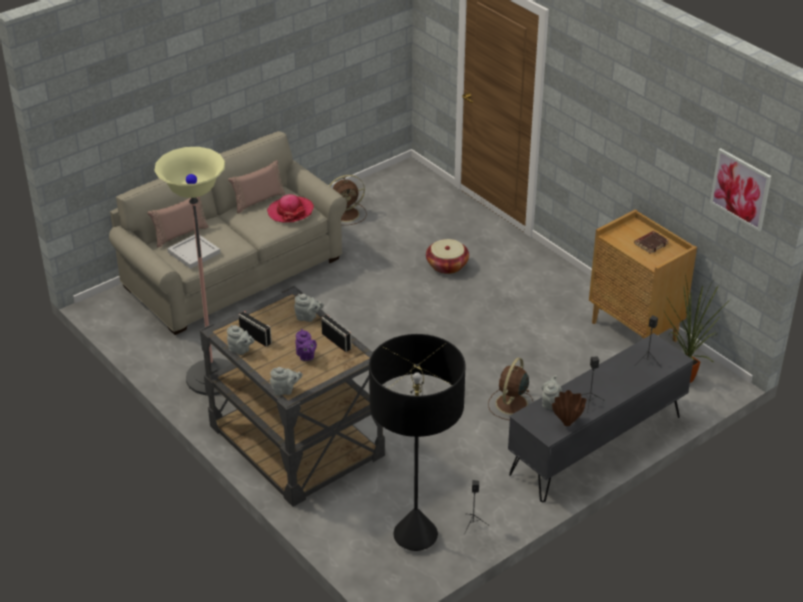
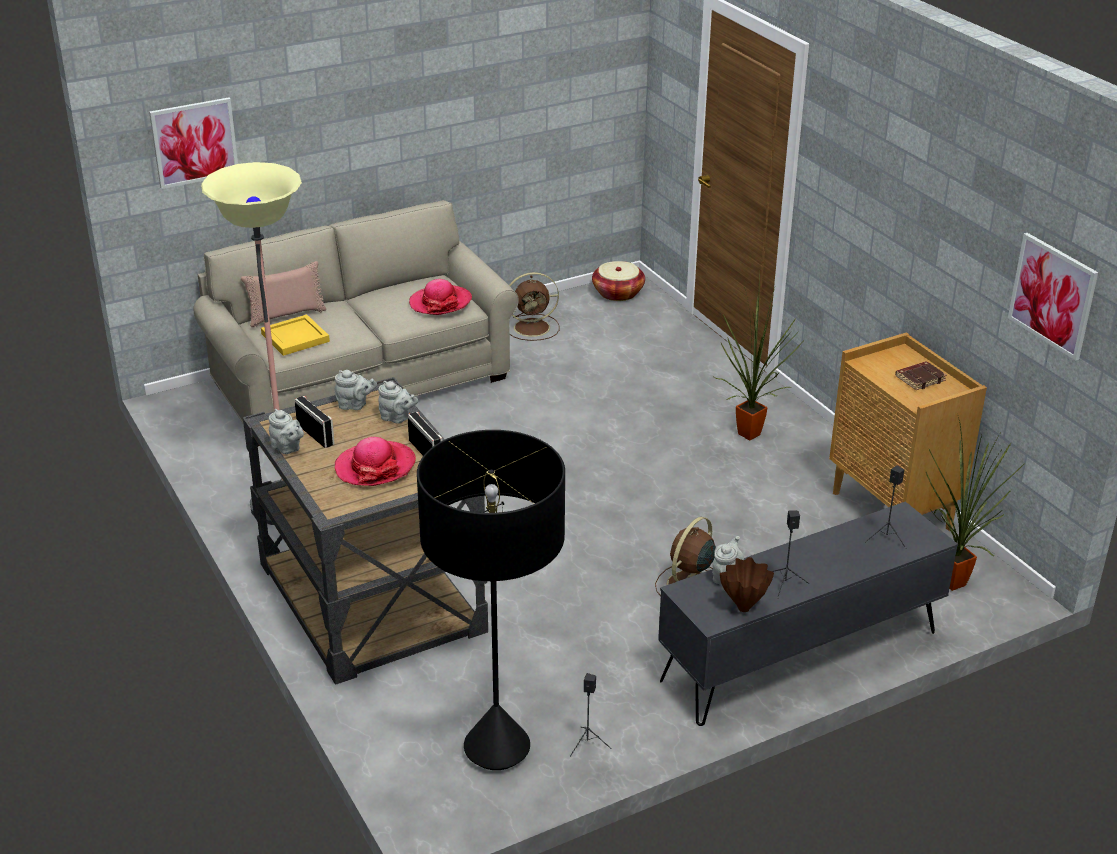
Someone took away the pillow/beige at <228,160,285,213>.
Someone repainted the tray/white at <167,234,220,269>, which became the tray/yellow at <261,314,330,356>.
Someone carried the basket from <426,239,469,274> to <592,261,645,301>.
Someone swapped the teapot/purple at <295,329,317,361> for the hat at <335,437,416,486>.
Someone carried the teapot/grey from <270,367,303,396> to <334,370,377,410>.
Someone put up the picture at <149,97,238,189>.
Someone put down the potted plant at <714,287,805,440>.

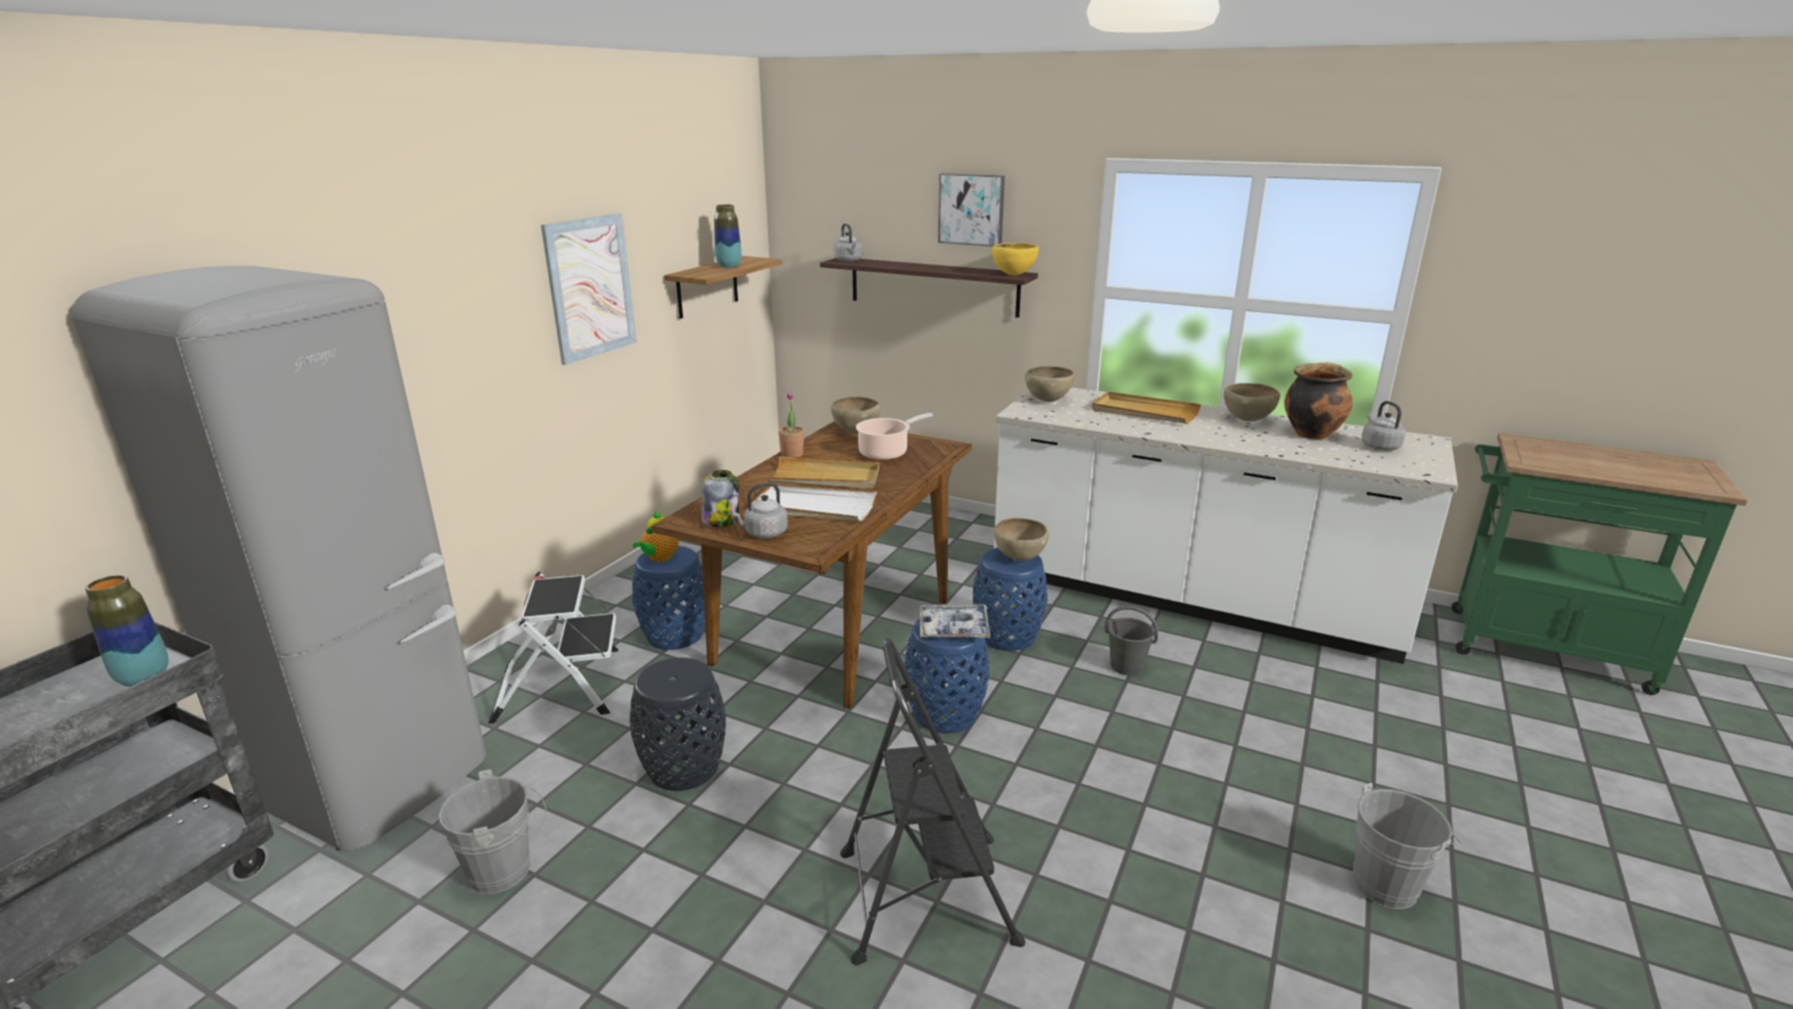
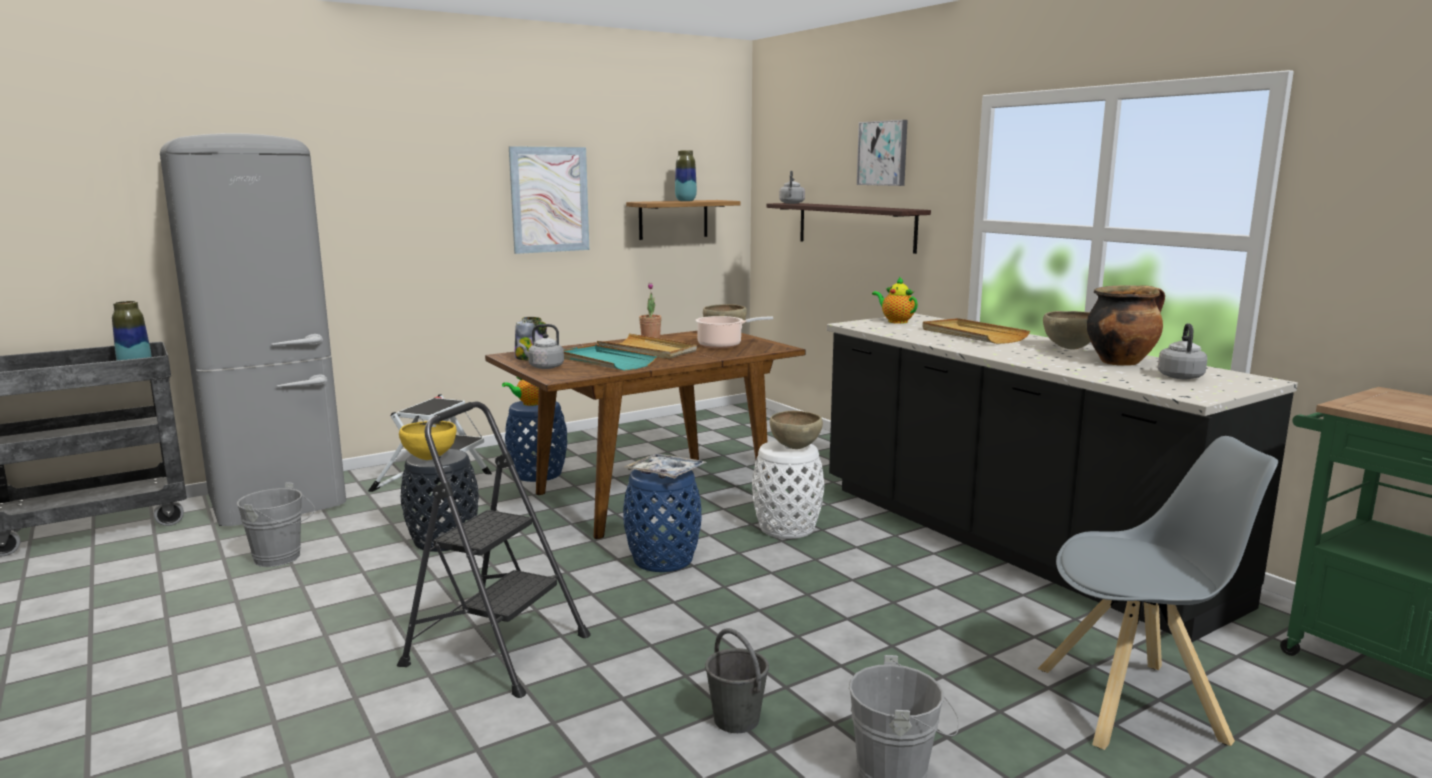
Someone carried the bowl/yellow from <991,243,1039,276> to <399,421,457,460>.
Someone swapped the bowl/brown at <1025,366,1075,402> for the teapot at <872,276,918,324>.
Someone repainted the counter/white at <994,387,1458,664>, which became the counter/black at <827,313,1298,642>.
Someone repainted the tray/white at <751,484,877,521>, which became the tray/turquoise at <564,344,657,371>.
Someone repainted the stool/blue at <973,548,1048,651>, which became the stool/white at <752,440,824,539>.
Someone carried the bucket/grey from <1104,606,1158,676> to <705,628,769,733>.
Someone put down the chair/grey at <1038,436,1278,750>.

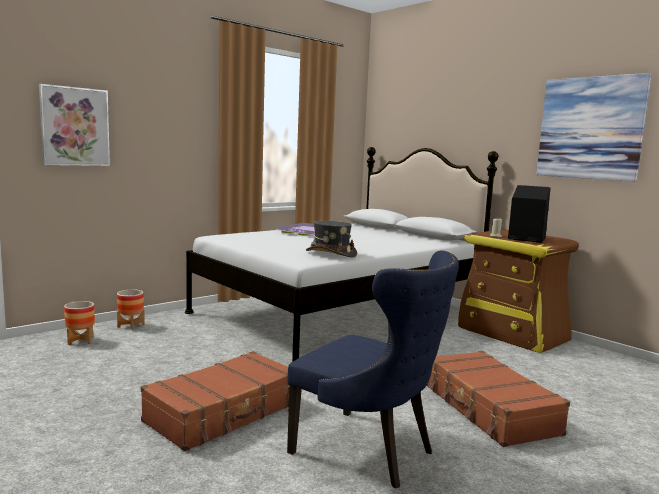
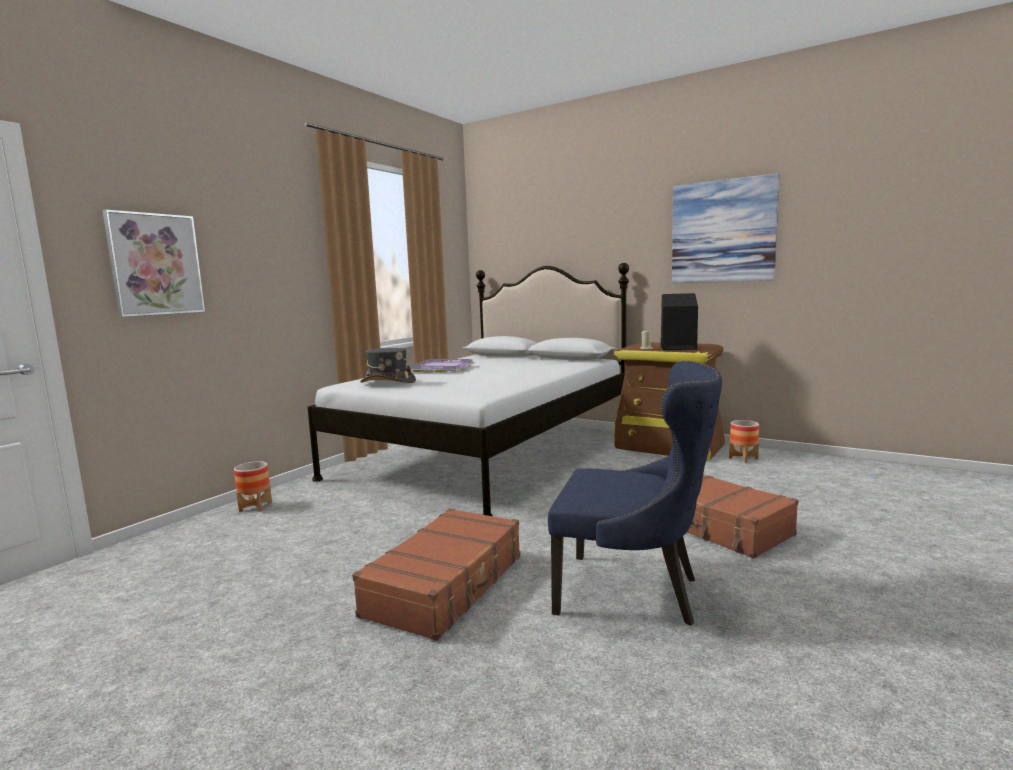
Someone carried the hat/grey from <306,221,357,258> to <360,348,416,383>.
Someone carried the planter from <64,301,95,345> to <729,420,759,463>.

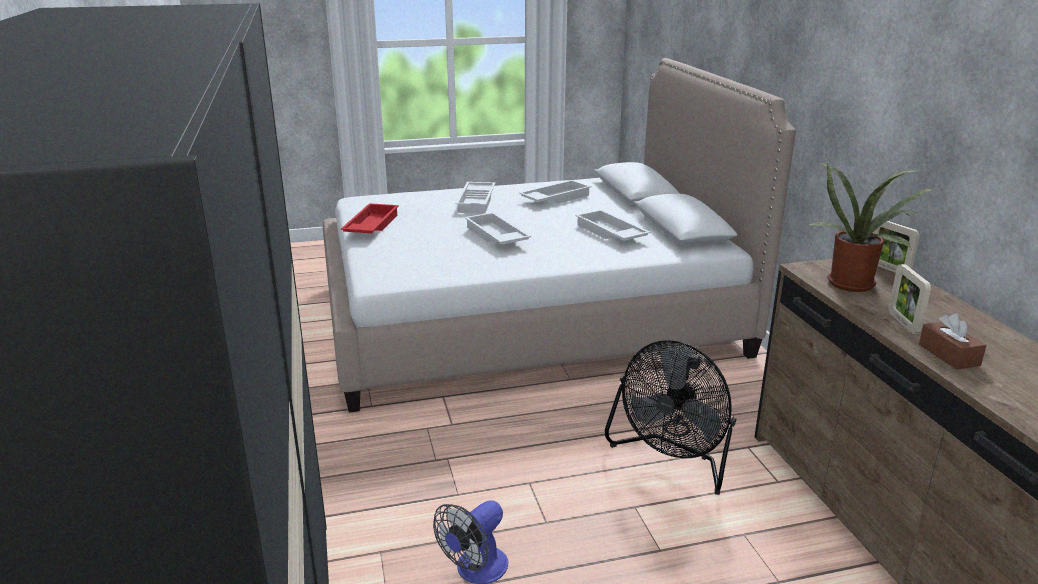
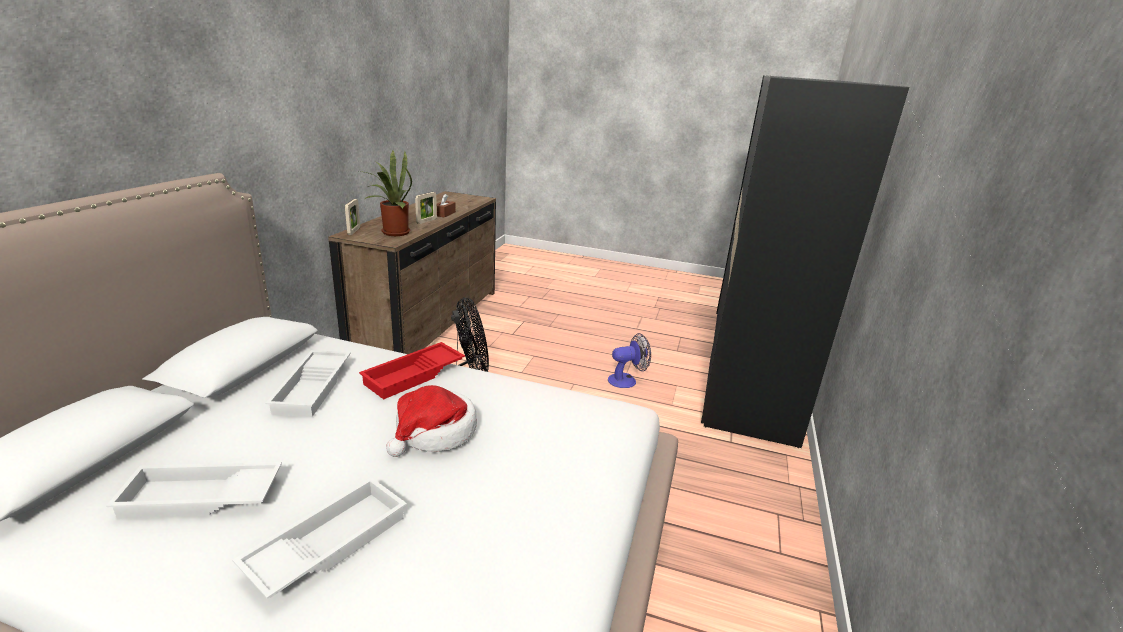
Someone carried the tray/red from <341,203,399,233> to <359,342,465,399>.
Someone swapped the tray/white at <465,212,531,244> for the hat at <386,385,477,457>.

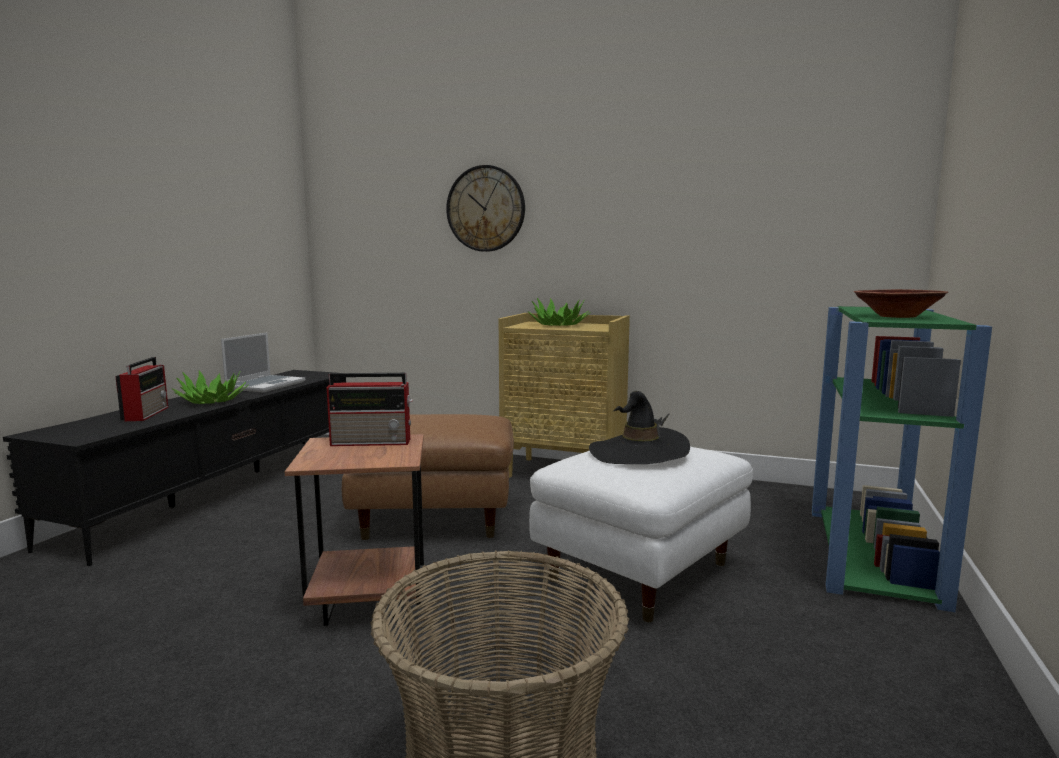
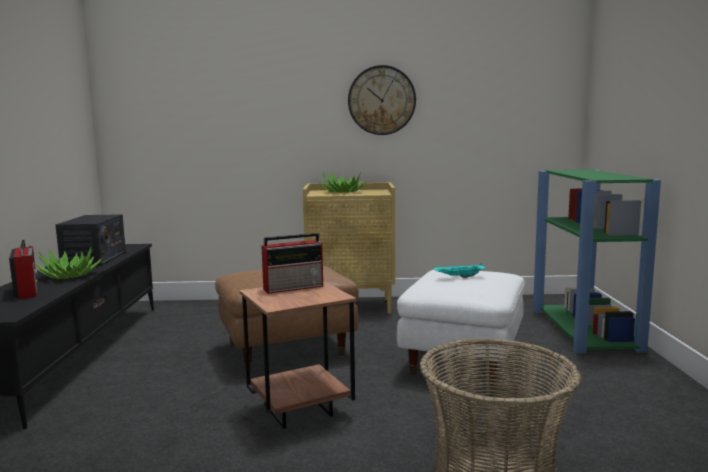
Someone carried the wall clock from <446,165,525,252> to <348,65,416,135>.
Someone took away the bowl/brown at <854,289,948,318>.
Someone swapped the laptop at <221,333,305,393> for the radio at <55,214,126,266>.
Someone swapped the hat/black at <589,391,690,464> for the tray/turquoise at <433,263,486,278>.

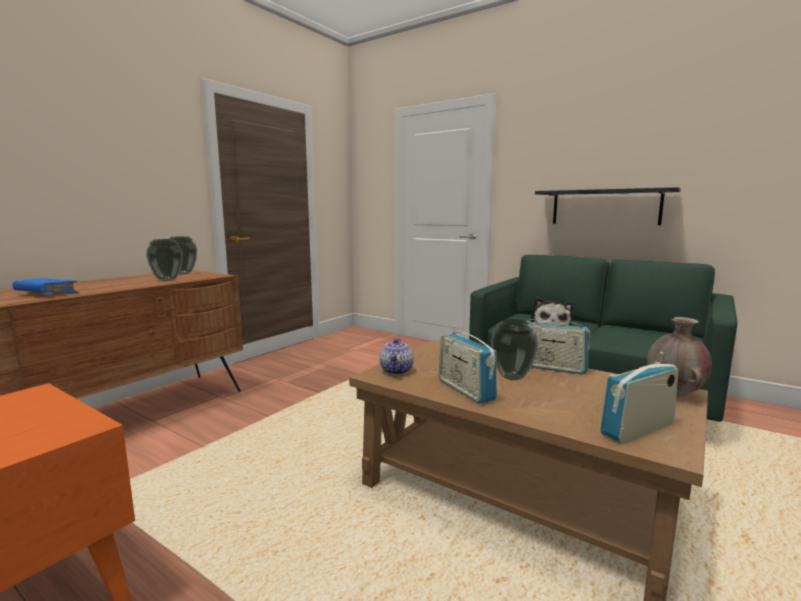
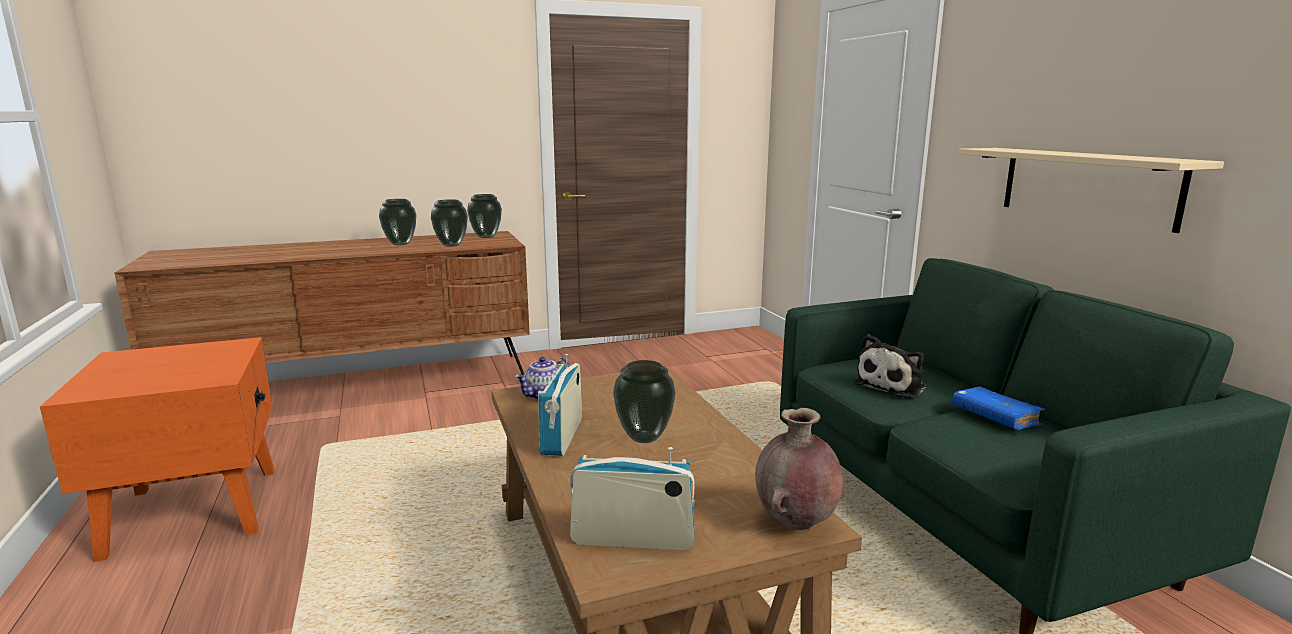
Someone repainted the shelf/black at <535,187,681,225>, which became the shelf/beige at <958,148,1224,233>.
Someone carried the book/blue from <12,279,78,294> to <952,387,1045,430>.
Someone took away the radio at <527,313,590,375>.
Someone put down the vase at <379,199,416,245>.

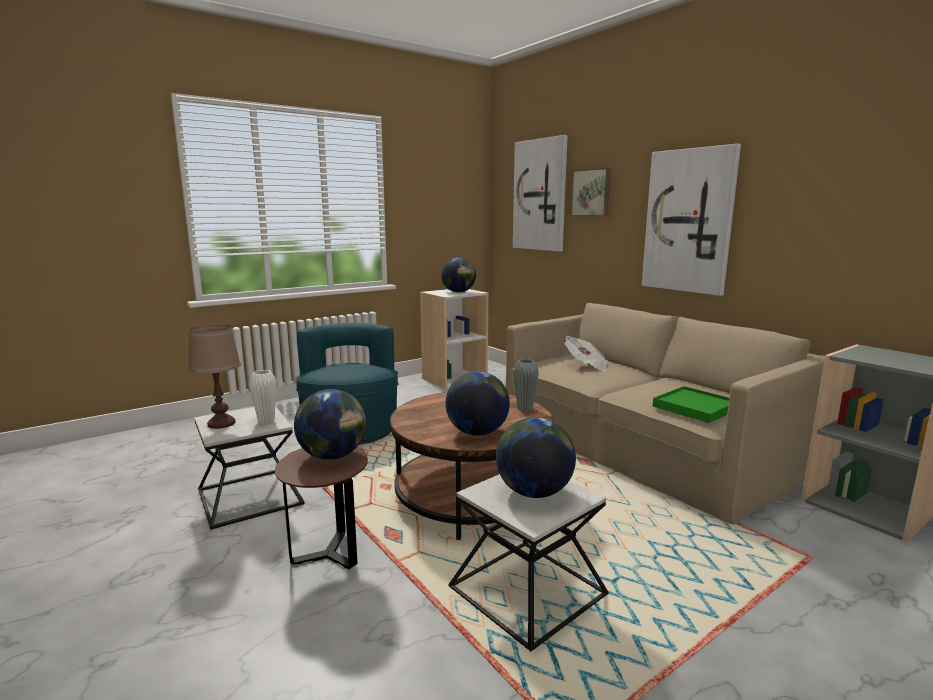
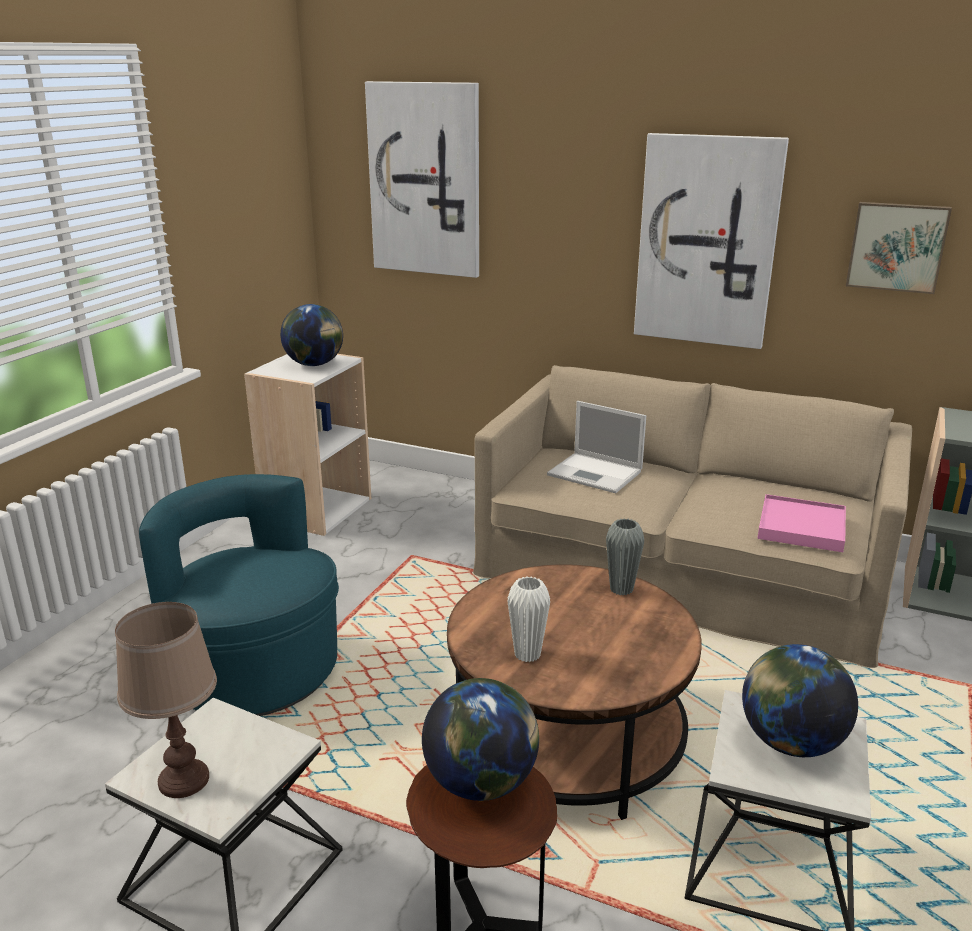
Someone carried the picture from <570,168,611,216> to <846,202,952,294>.
Someone swapped the newspaper at <564,336,609,371> for the laptop at <547,401,646,493>.
Someone carried the vase/white from <249,370,277,424> to <507,576,550,662>.
Someone took away the globe at <446,371,510,436>.
Someone repainted the tray/green at <653,386,729,423>, which became the tray/pink at <757,494,846,552>.

